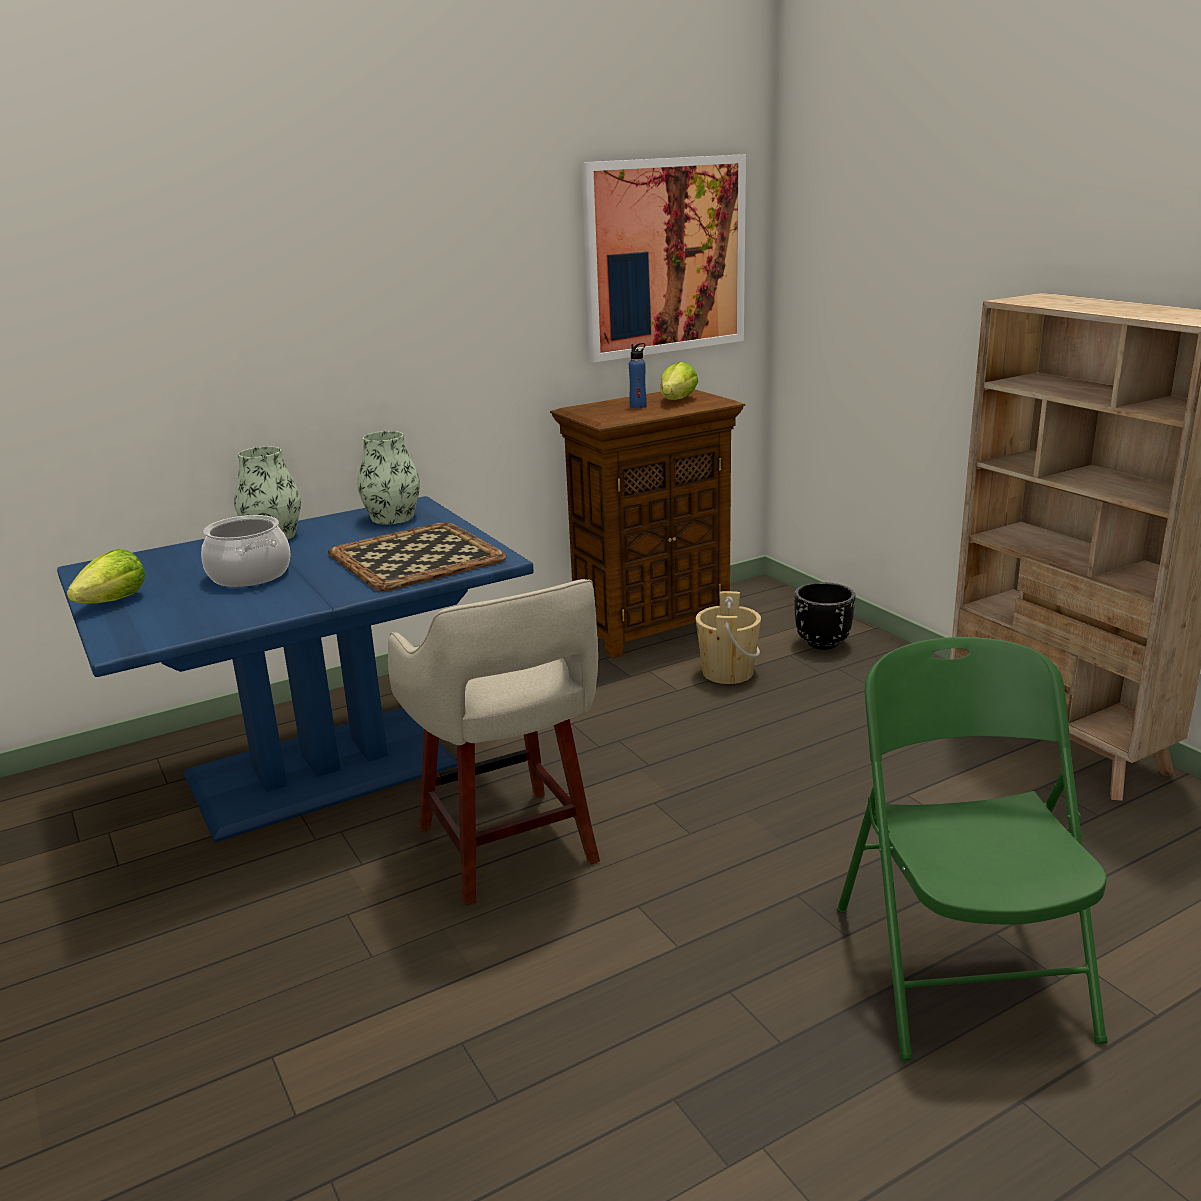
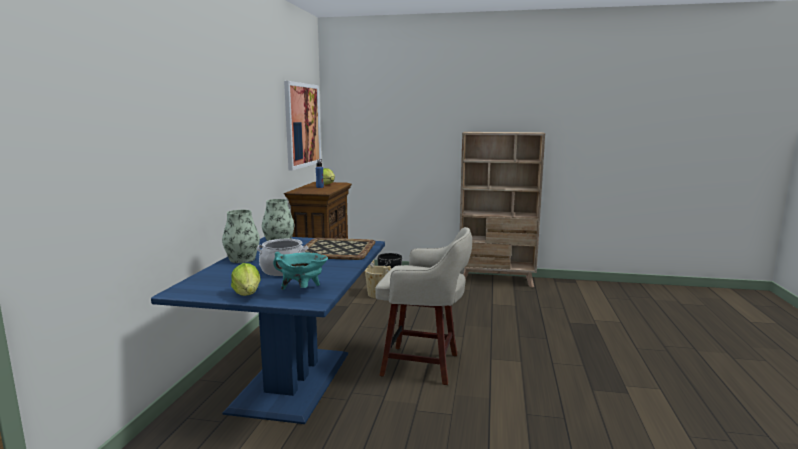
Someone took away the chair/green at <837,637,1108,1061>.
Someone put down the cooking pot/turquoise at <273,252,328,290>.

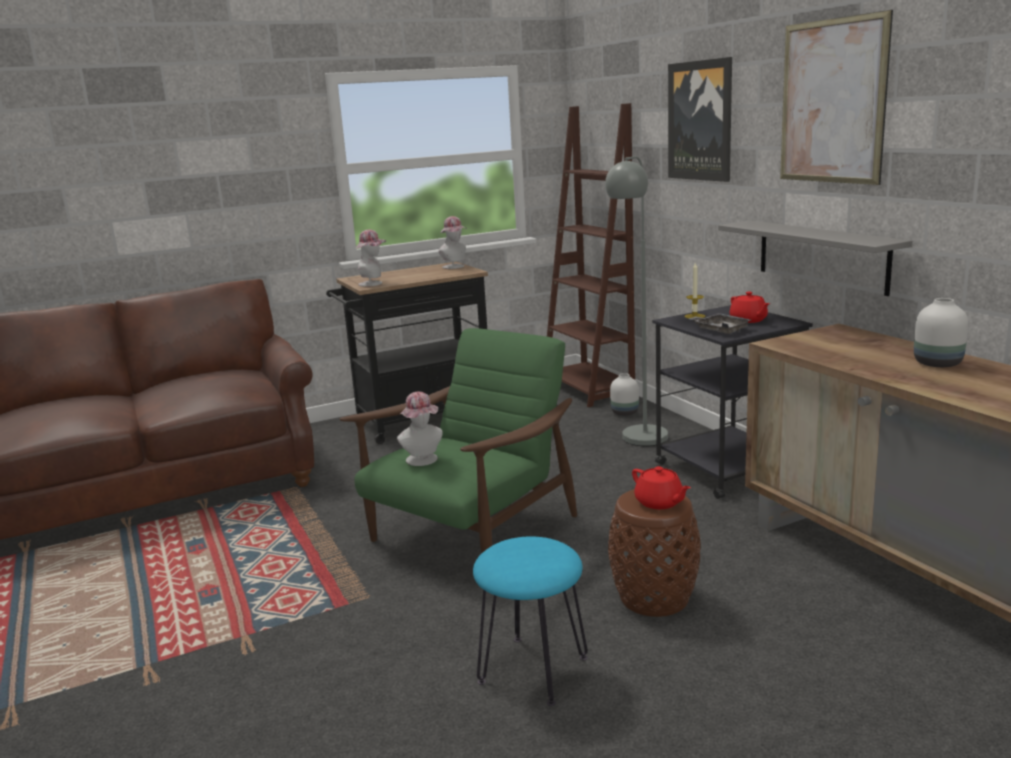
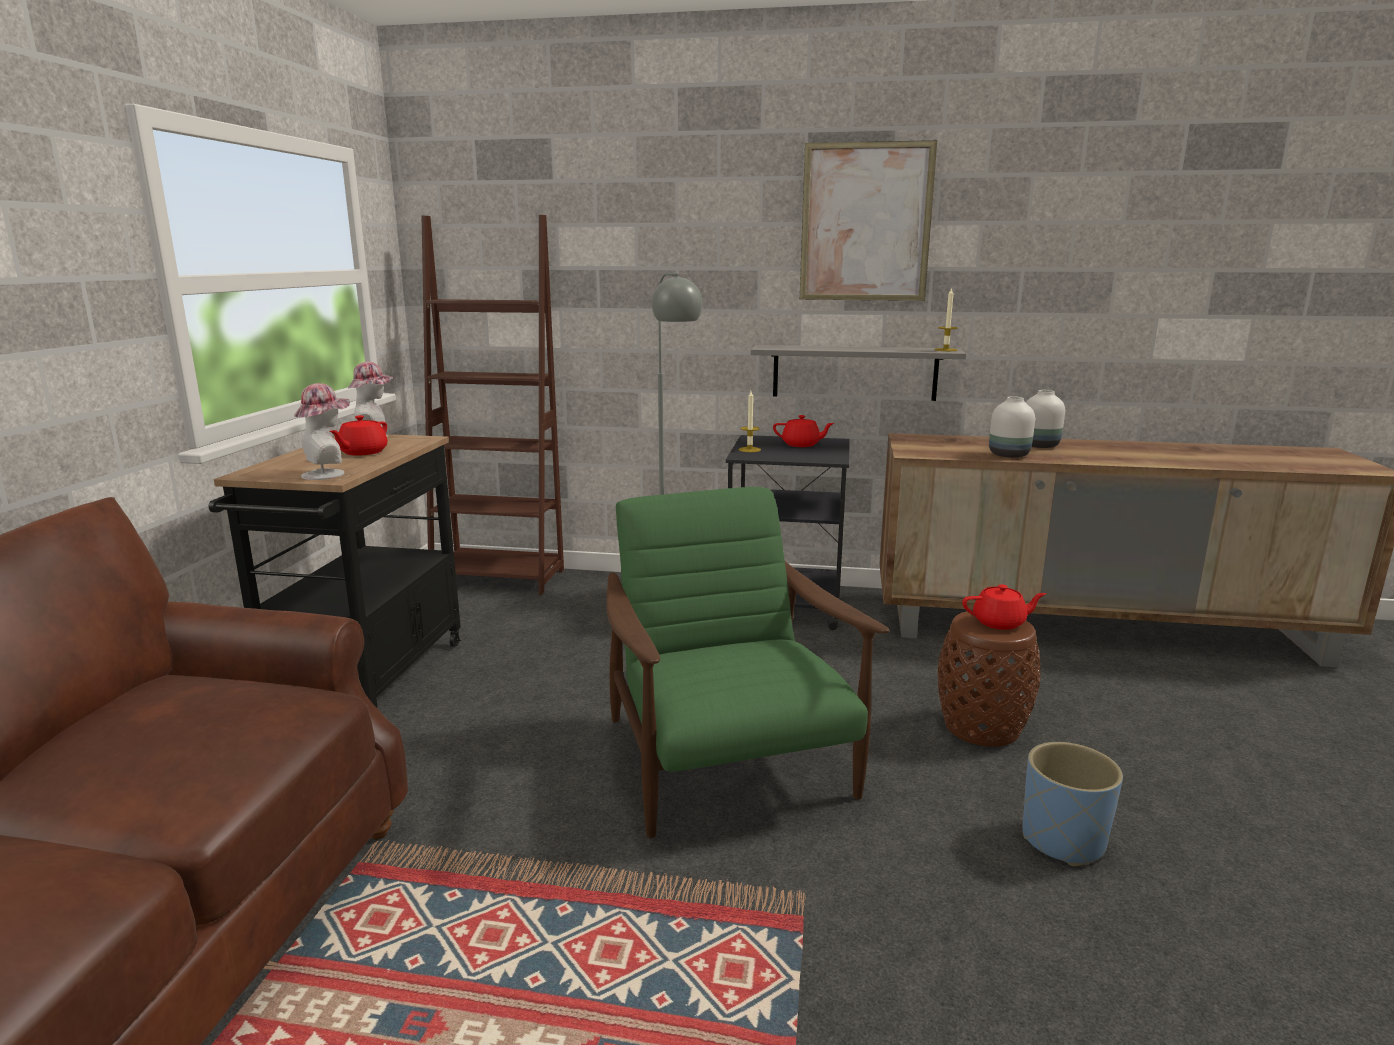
Someone took away the picture at <668,57,732,182>.
Someone took away the tray/grey at <689,313,751,334>.
Someone carried the vase/white from <610,373,639,416> to <989,397,1035,458>.
Someone took away the hat at <397,392,443,466>.
Someone swapped the stool/turquoise at <473,536,588,706> for the planter/blue at <1023,742,1123,866>.
Someone put down the candle at <934,287,958,351>.
Someone put down the teapot/red at <329,415,388,456>.

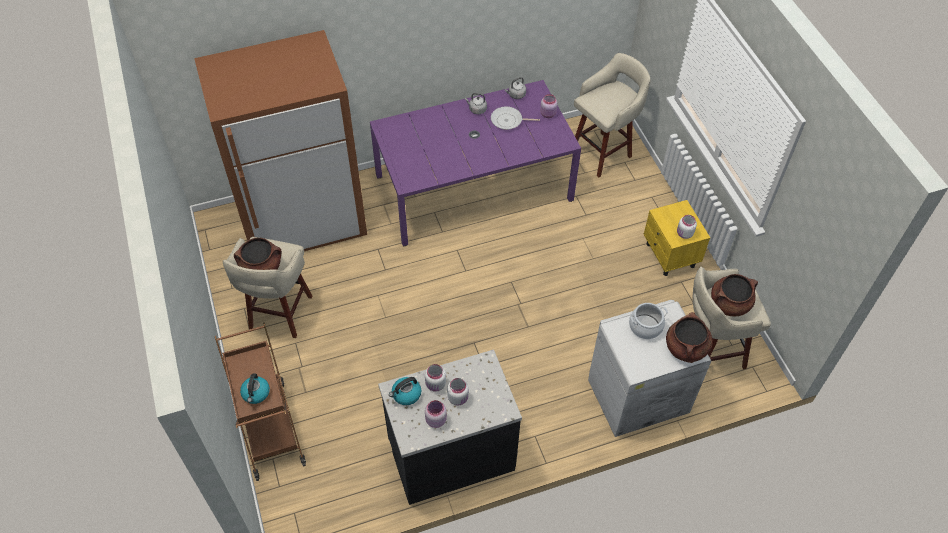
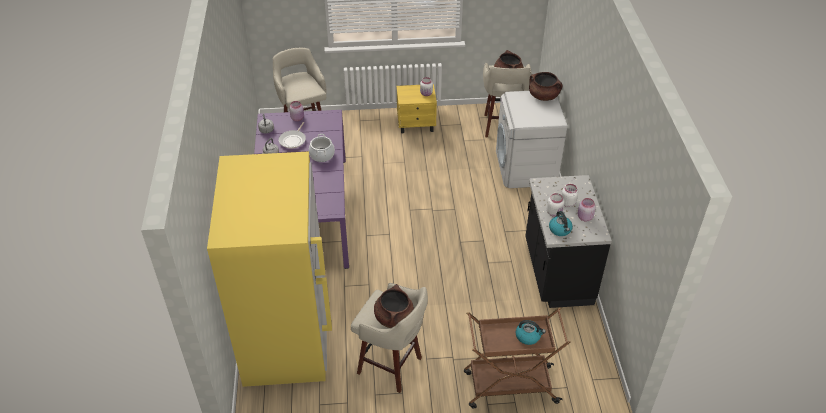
Someone repainted the fridge/brown at <194,30,367,251>, which became the fridge/yellow at <207,151,332,387>.
Someone carried the cooking pot from <629,303,668,339> to <309,134,335,162>.

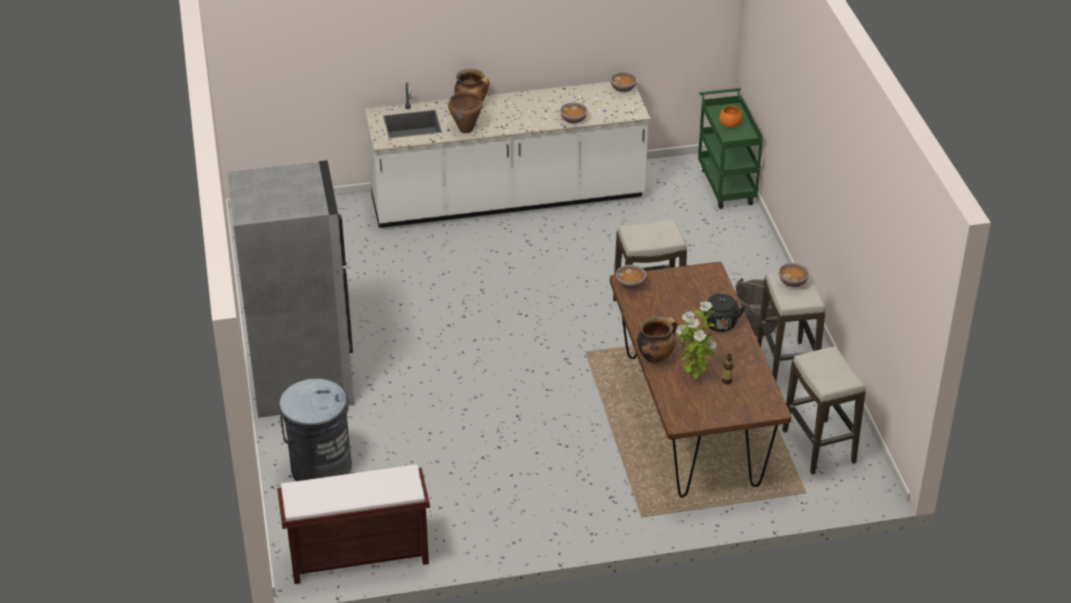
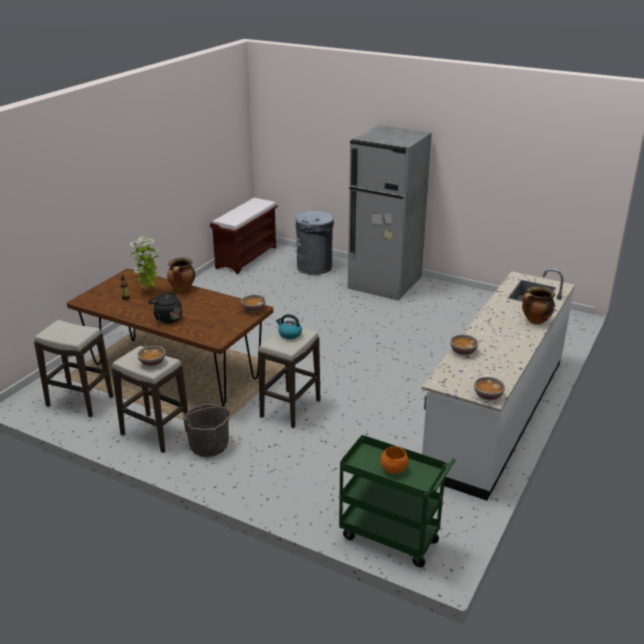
Someone took away the cooking pot/brown at <448,93,483,133>.
Someone put down the kettle at <276,314,302,339>.

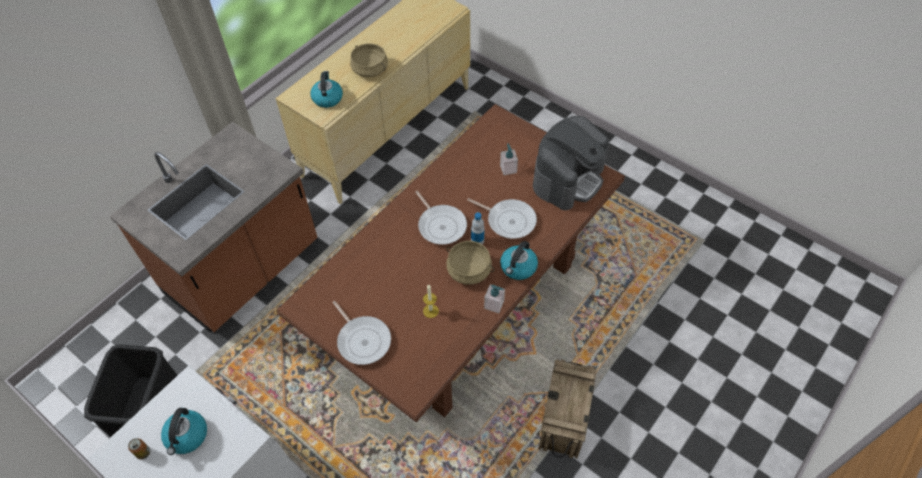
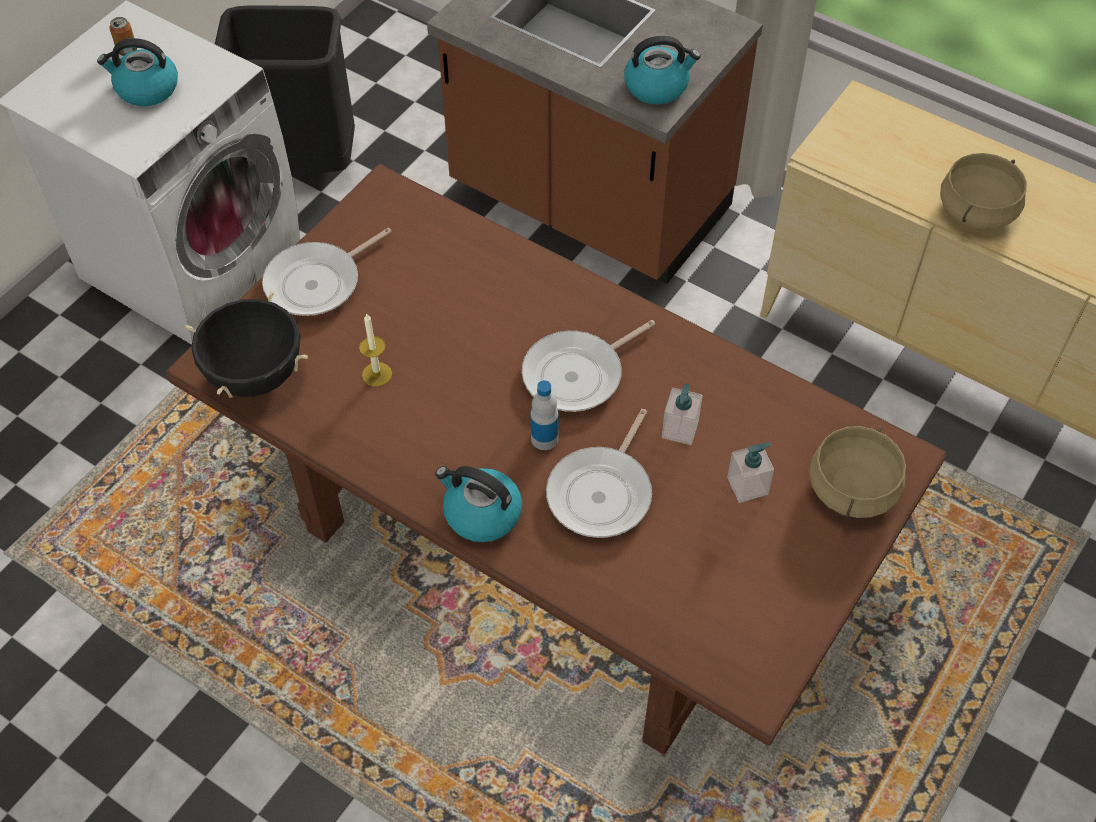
Someone carried the kettle from <310,71,343,108> to <624,36,701,104>.
Someone took away the coffee machine at <533,116,609,210>.
Someone carried the cooking pot/beige from <446,241,495,285> to <809,426,906,518>.
Someone carried the soap dispenser from <484,284,505,313> to <662,384,703,445>.
Someone took away the crate at <539,359,597,459>.
Someone put down the cooking pot/black at <184,291,308,398>.

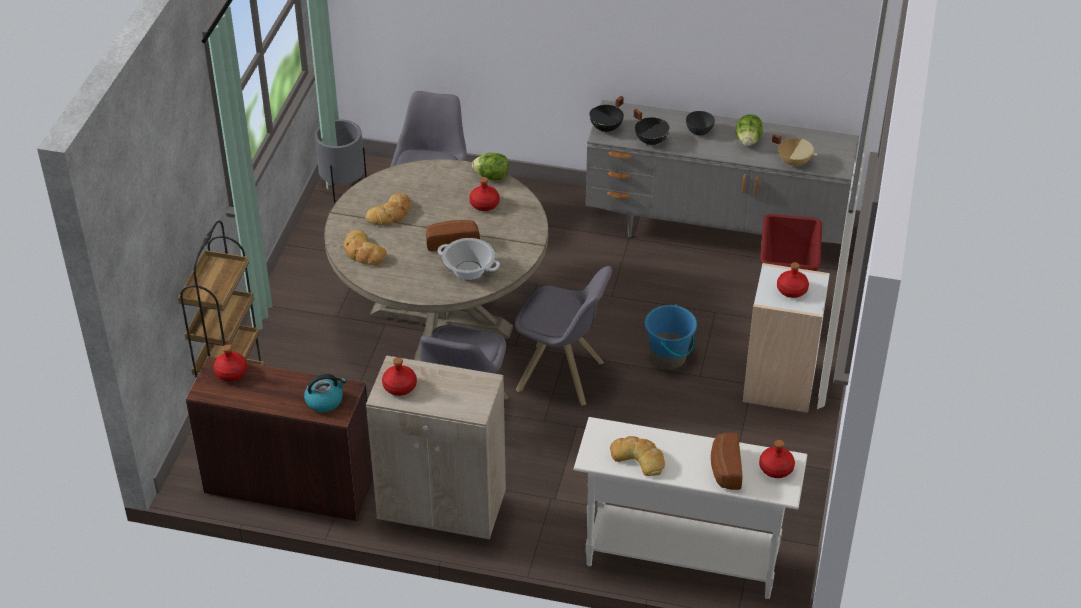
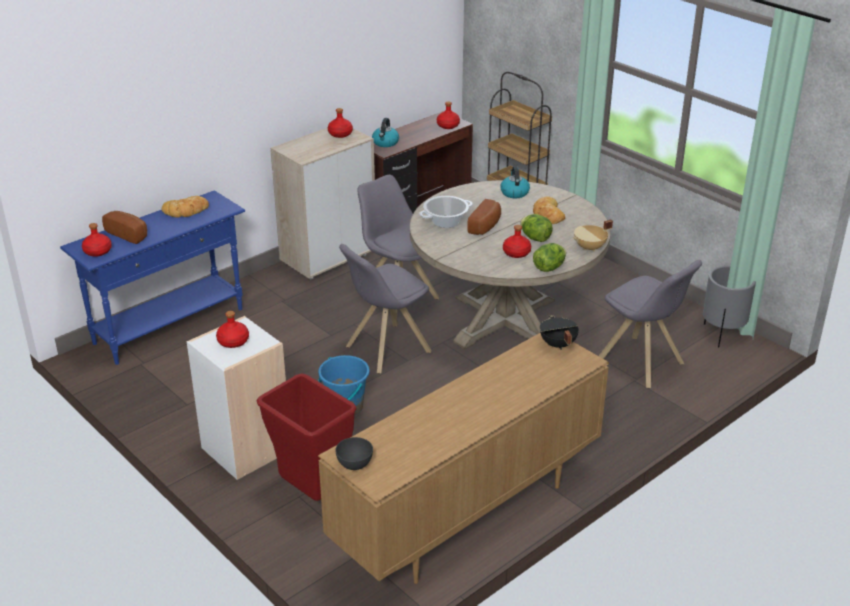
Someone repainted the dresser/grey at <586,100,859,244>, which became the dresser/brown at <318,333,609,584>.
Someone took away the cooking pot/black at <634,109,670,145>.
Someone carried the bowl/grey from <686,111,715,136> to <335,437,373,470>.
Someone carried the lettuce from <736,114,763,146> to <520,214,553,242>.
Someone carried the cooking pot/beige from <772,134,817,167> to <573,219,613,252>.
Someone swapped the bread at <344,230,387,266> for the kettle at <500,166,530,198>.
Someone repainted the console table/white at <573,417,807,599>, which became the console table/blue at <60,190,245,365>.

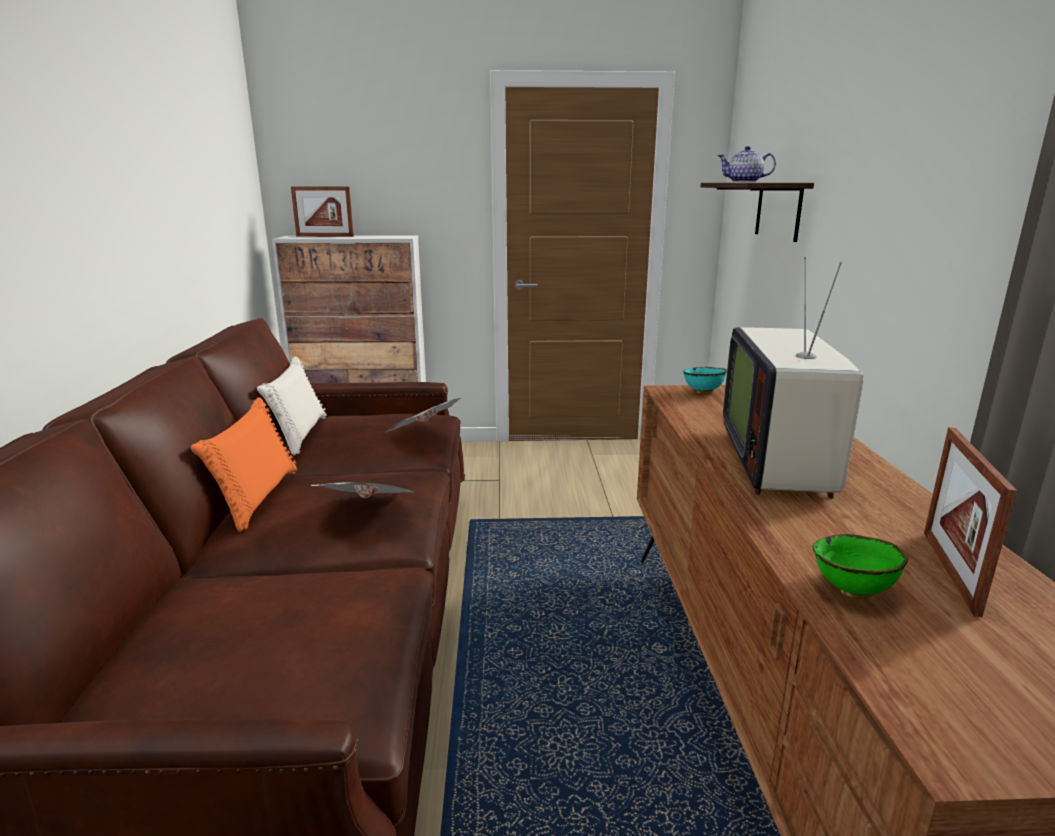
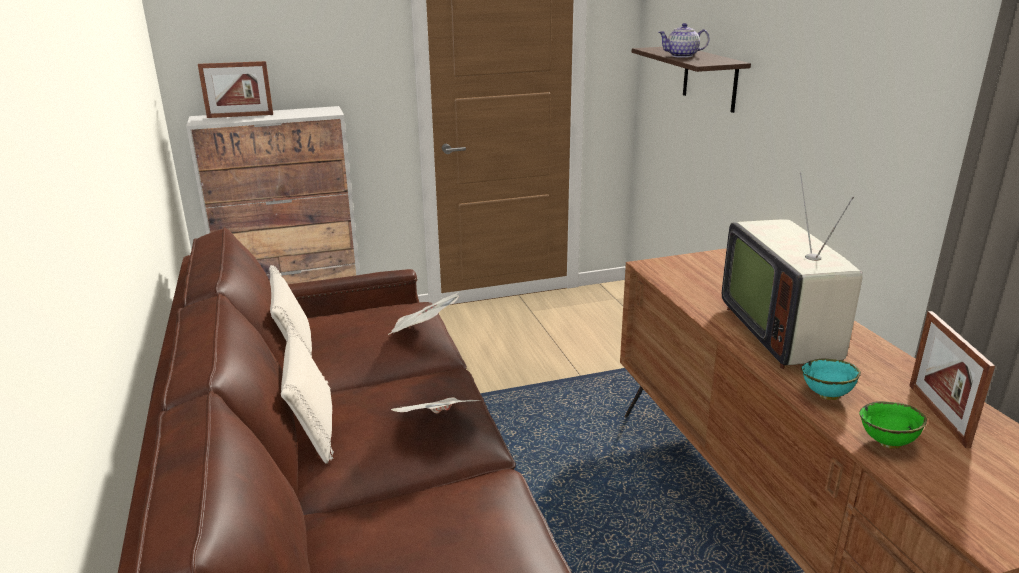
Someone carried the bowl/turquoise from <683,367,727,394> to <801,359,861,400>.
Someone repainted the pillow/orange at <191,397,297,532>, which became the pillow/white at <281,325,334,464>.

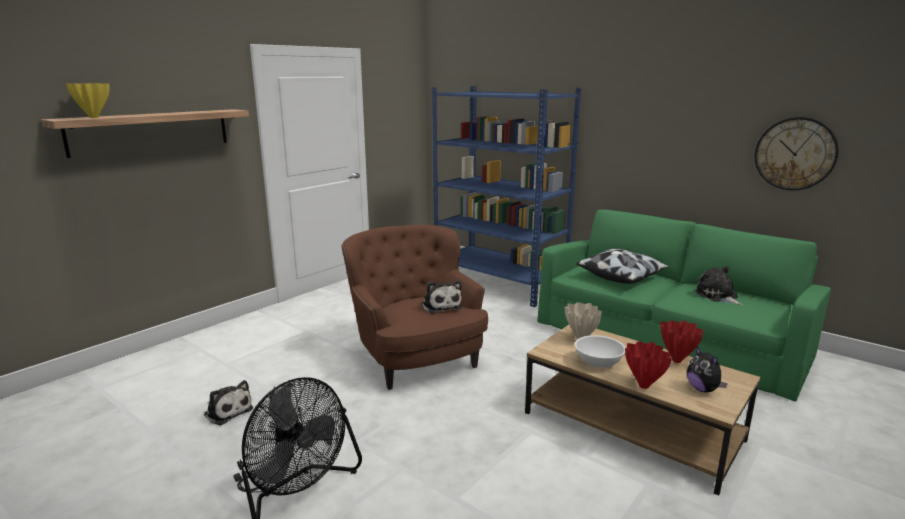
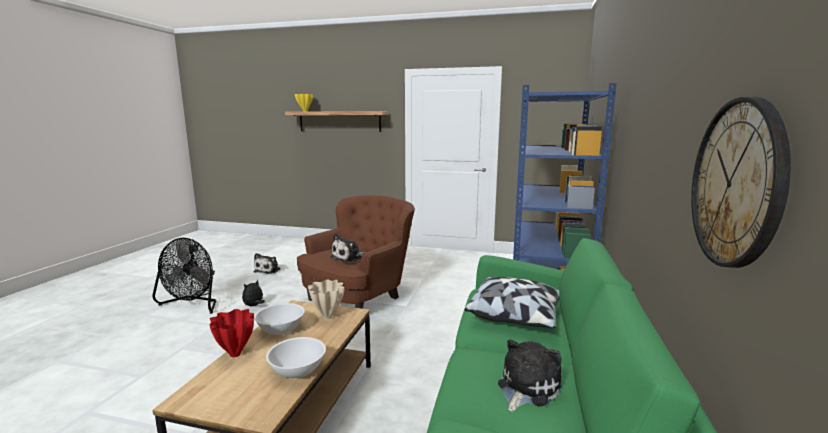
Someone swapped the vase/red at <660,320,704,363> for the bowl/white at <266,337,326,378>.
Someone carried the plush toy from <687,347,728,392> to <242,280,265,306>.

